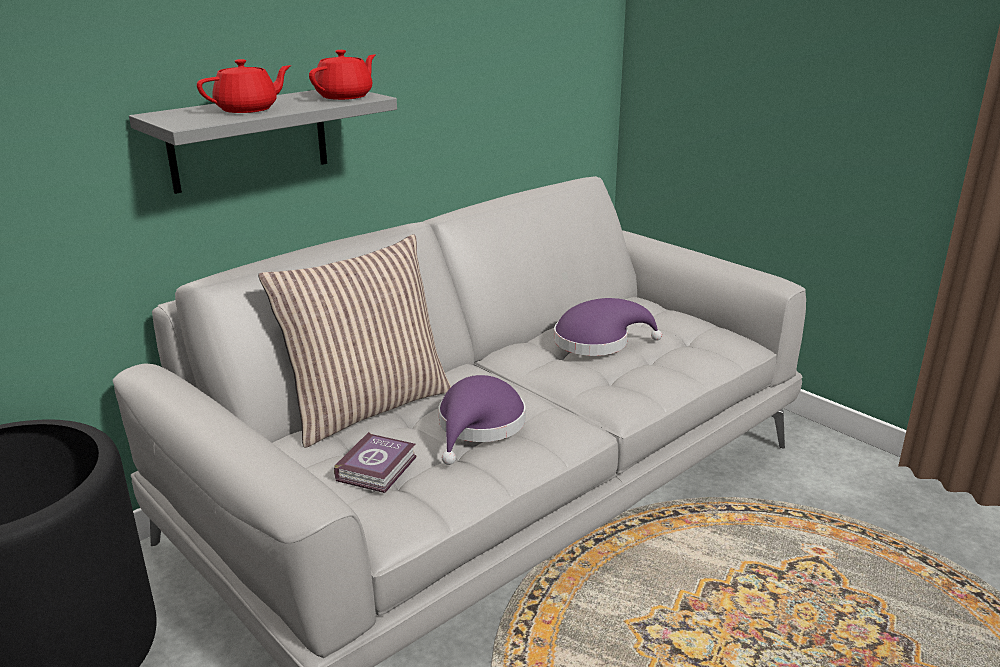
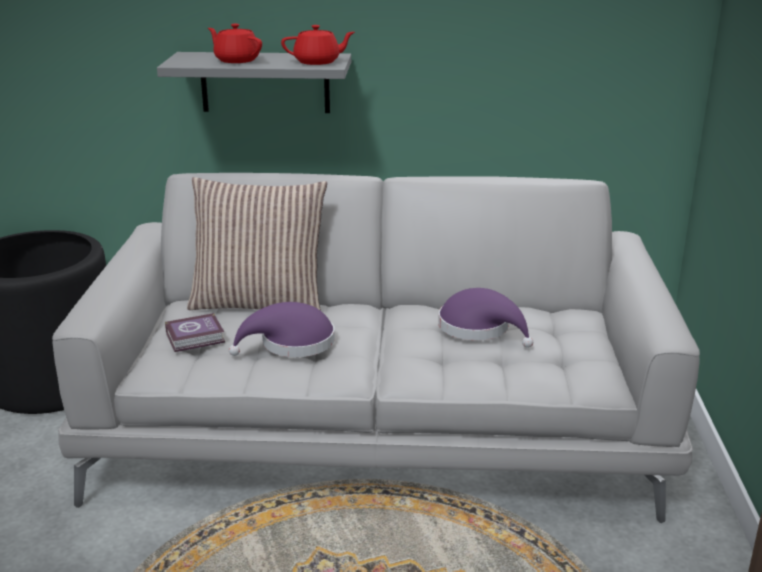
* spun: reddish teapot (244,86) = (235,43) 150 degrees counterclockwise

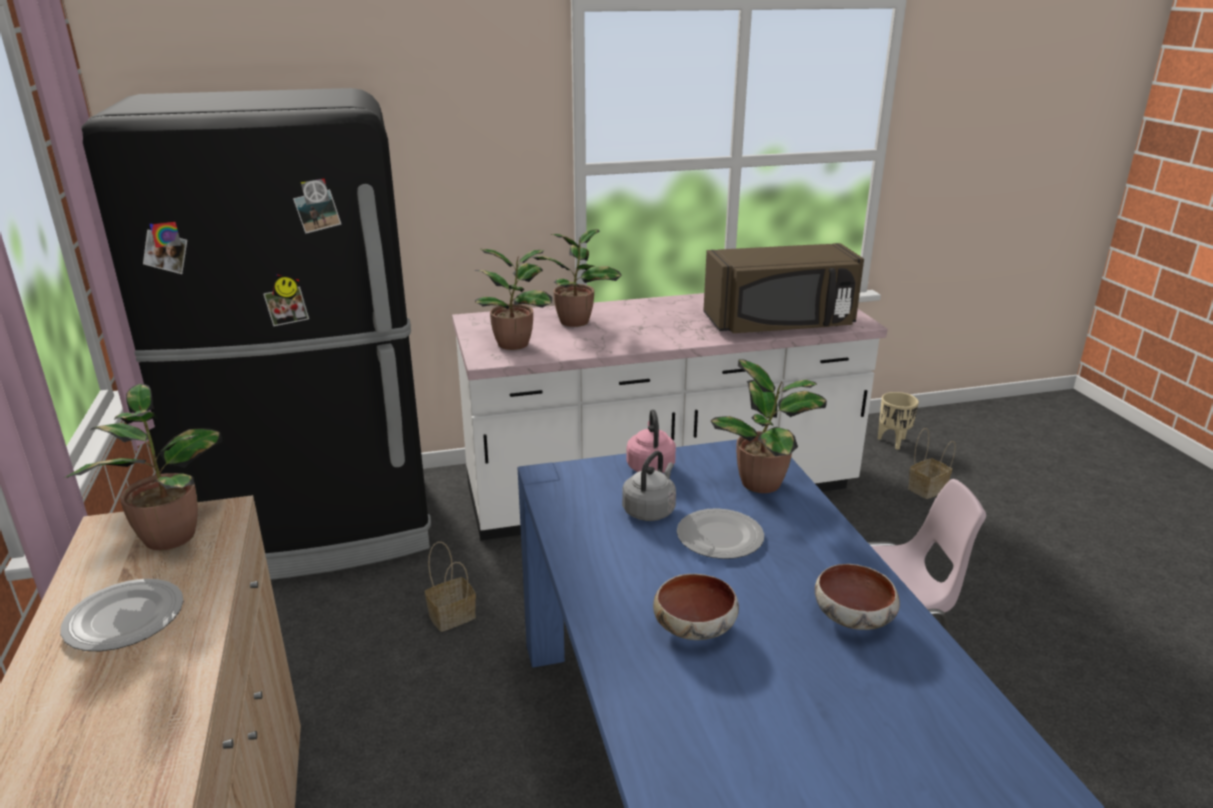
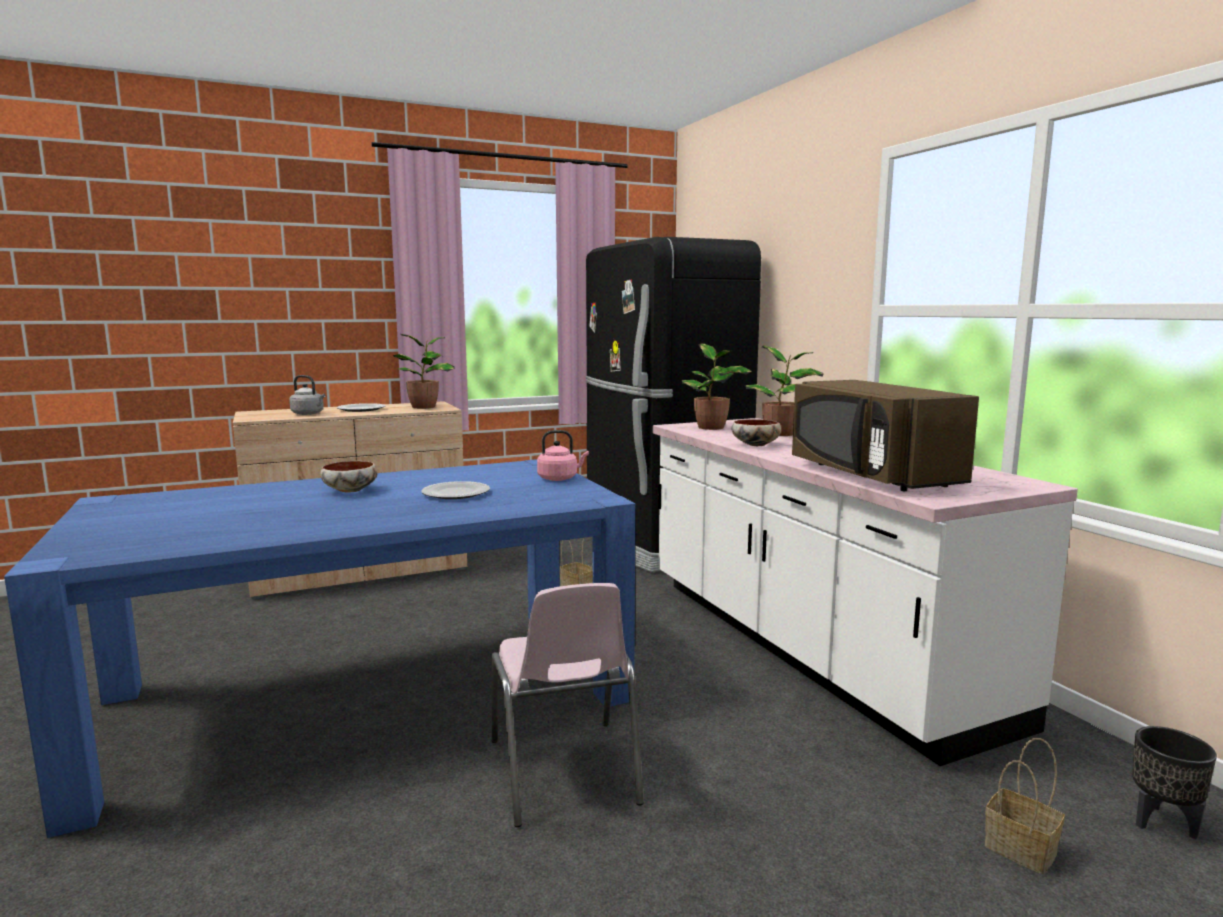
* missing: houseplant (769,426)
* relocated: gray tea kettle (649,486) to (307,395)
* relocated: serving bowl (857,597) to (756,432)
* colour: beige flower pot (898,421) to blackish flower pot (1174,782)

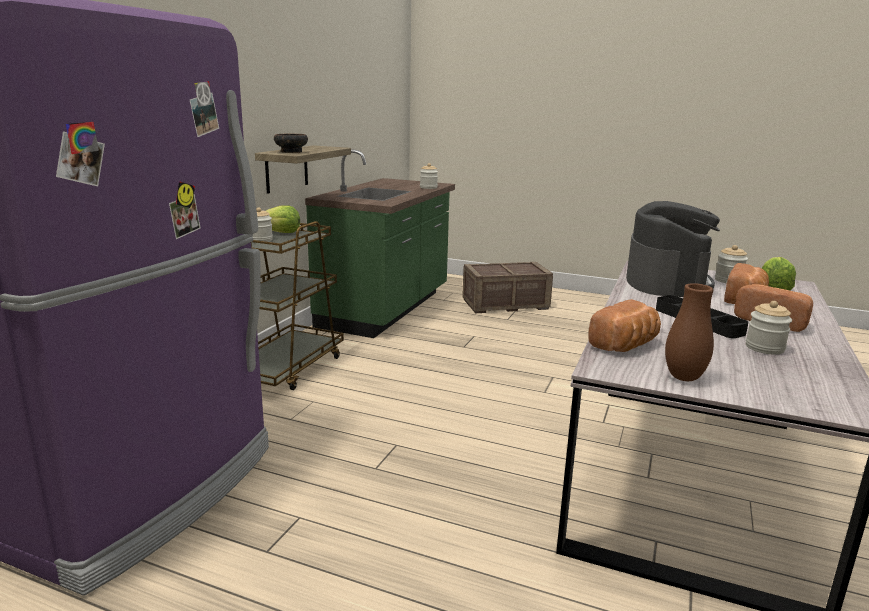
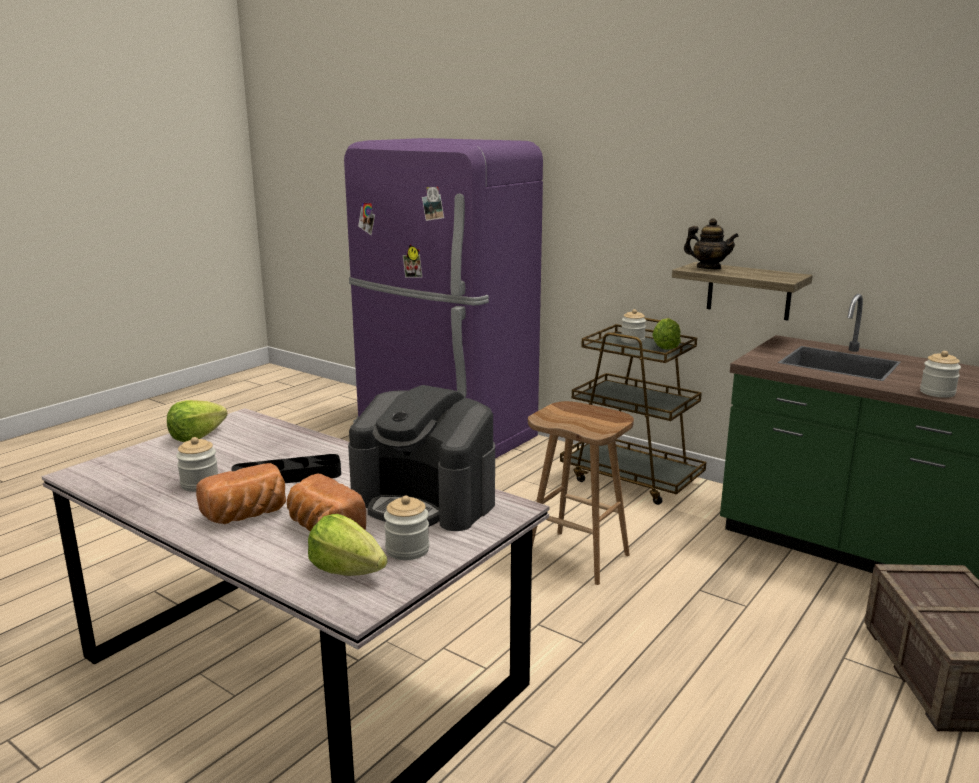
* missing: bakery bread (624,325)
* appeared: brown-coloured stool seat (581,493)
* exchanged: serving bowl (291,143) to teapot (711,243)
* exchanged: brown-coloured decorative vase (689,332) to lettuce head (197,421)

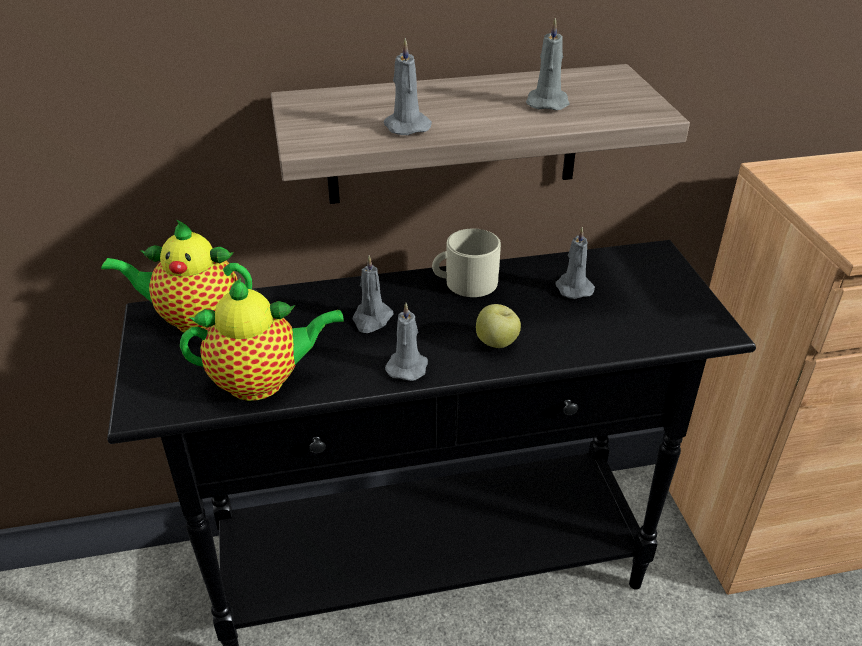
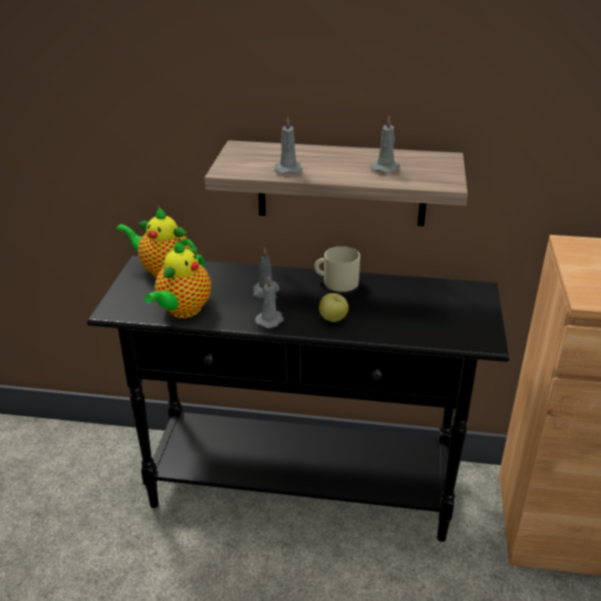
* missing: gray wax light (575,263)
* spun: teapot (262,339) = (177,279) 105 degrees clockwise

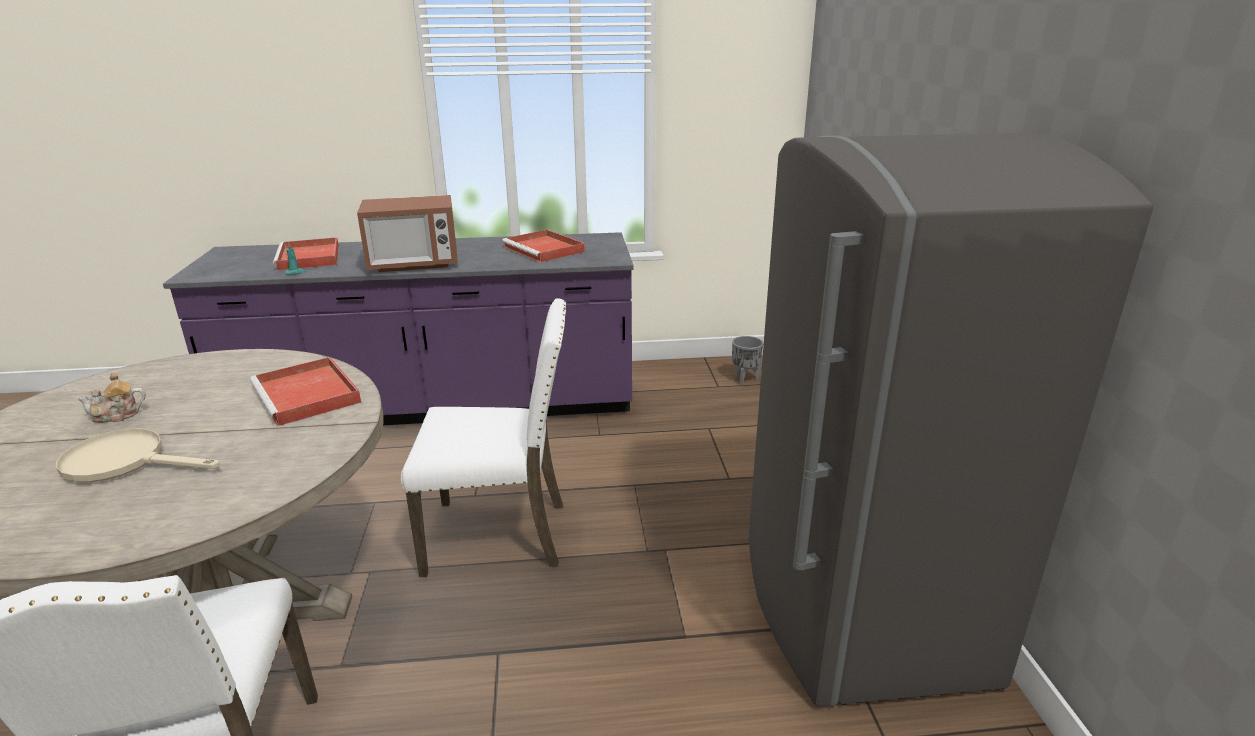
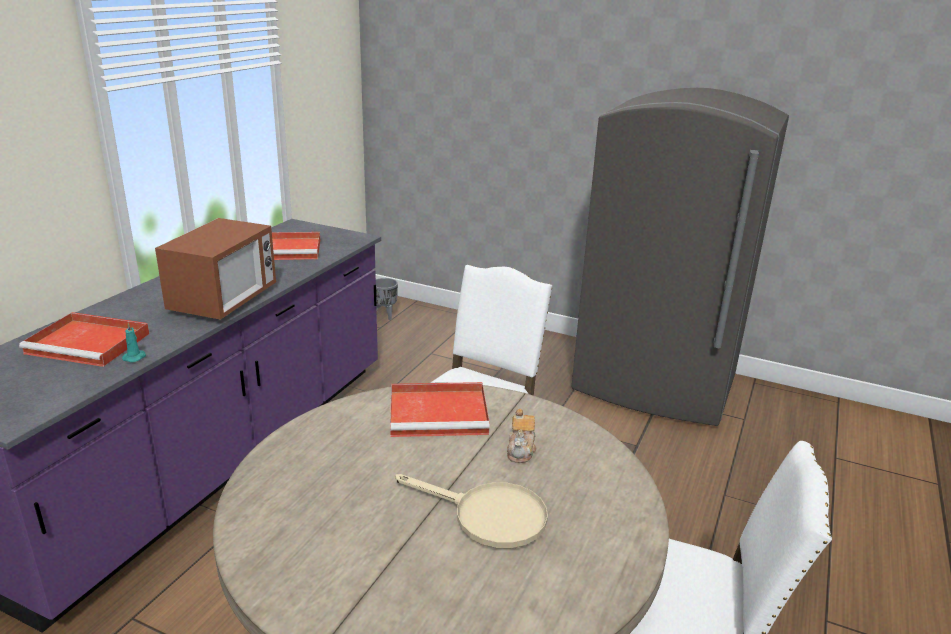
* relocated: teapot (111,398) to (521,436)
* spun: beige pan (138,455) = (471,511) 105 degrees counterclockwise

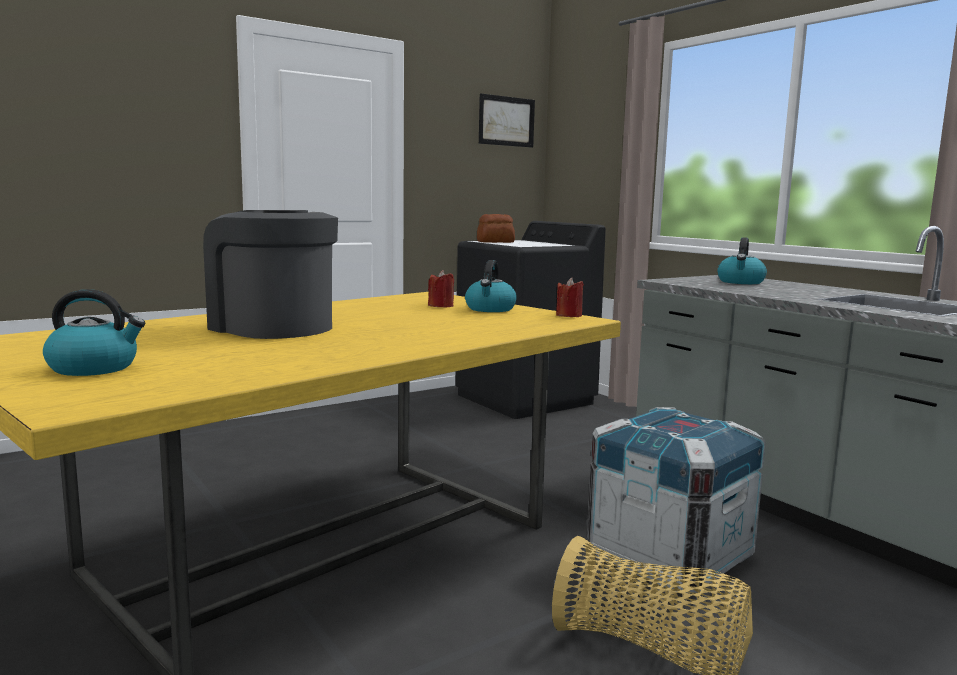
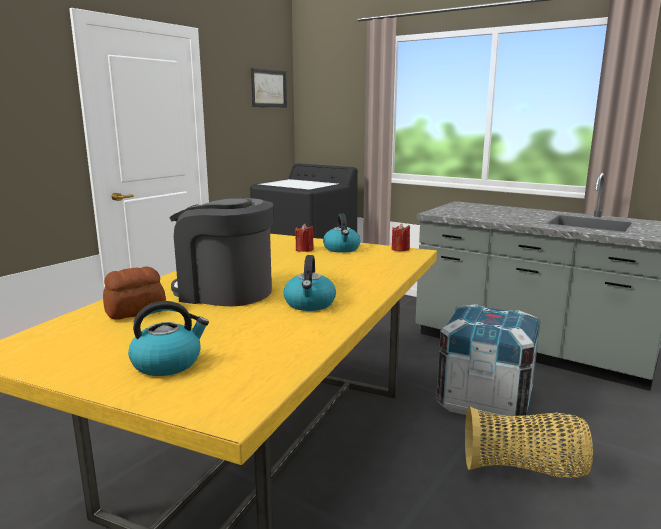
* relocated: bakery bread (496,228) to (134,293)
* relocated: tea kettle (742,260) to (310,283)

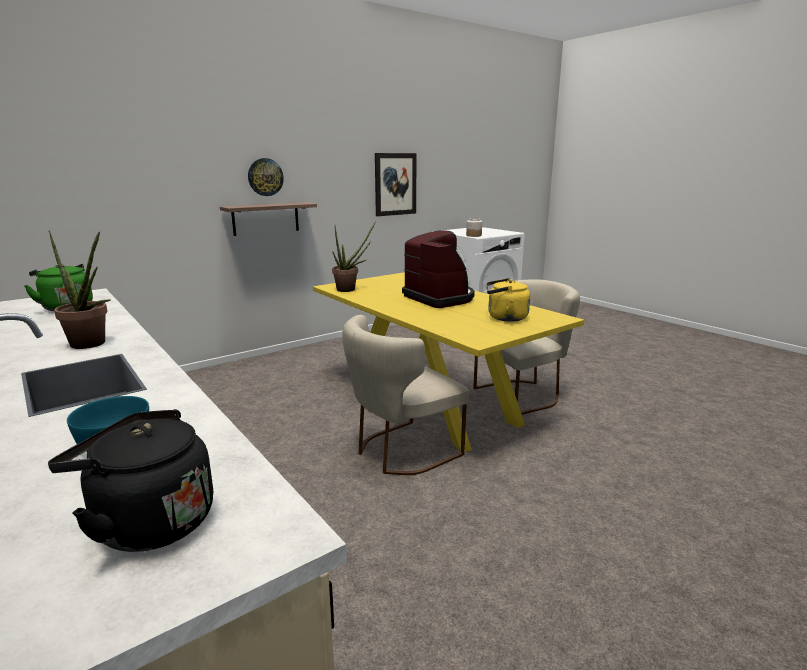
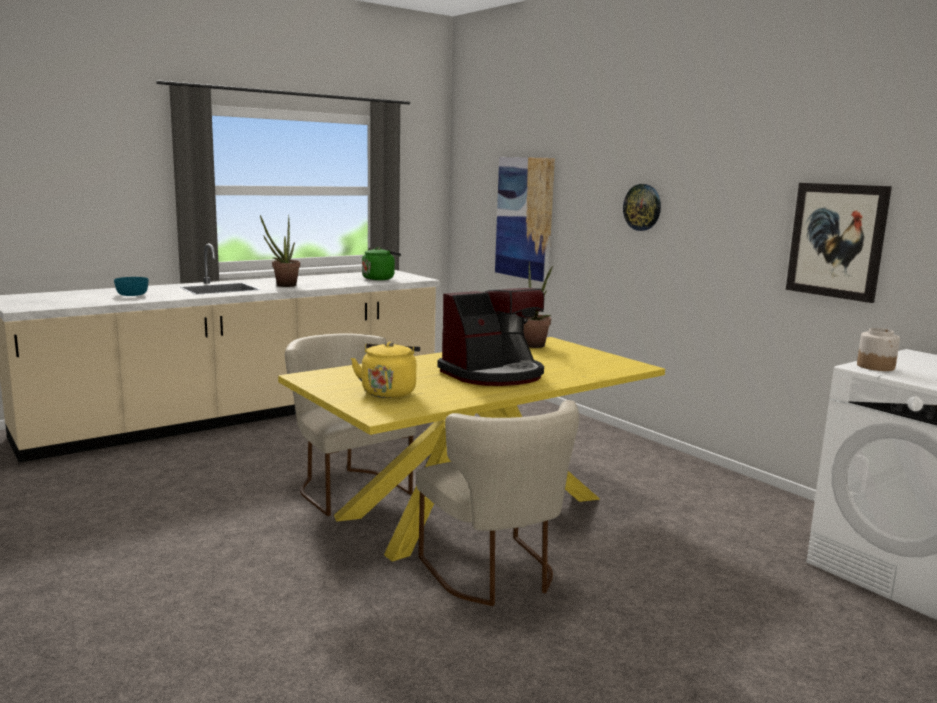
* missing: blackish tea kettle (130,480)
* missing: wall shelf (268,219)
* appeared: picture (525,219)

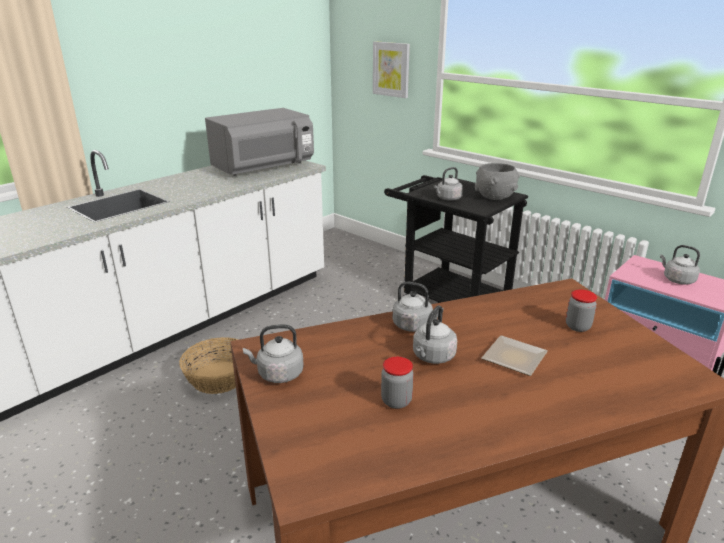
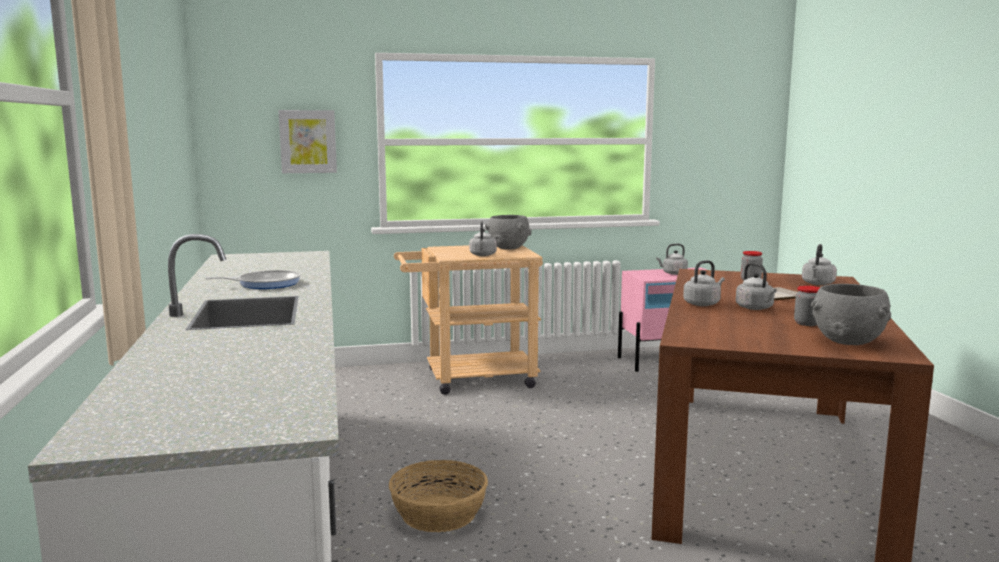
* missing: gray microwave (259,142)
* appeared: pan (252,279)
* appeared: gray serving bowl (851,314)
* relocated: gray tea kettle (273,353) to (819,264)
* colour: blackish trolley (456,239) to beige trolley (468,320)

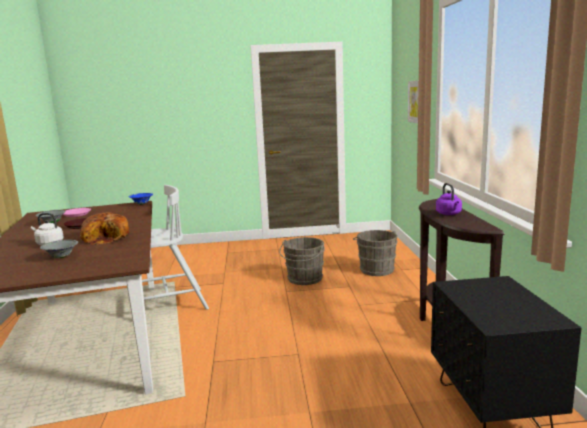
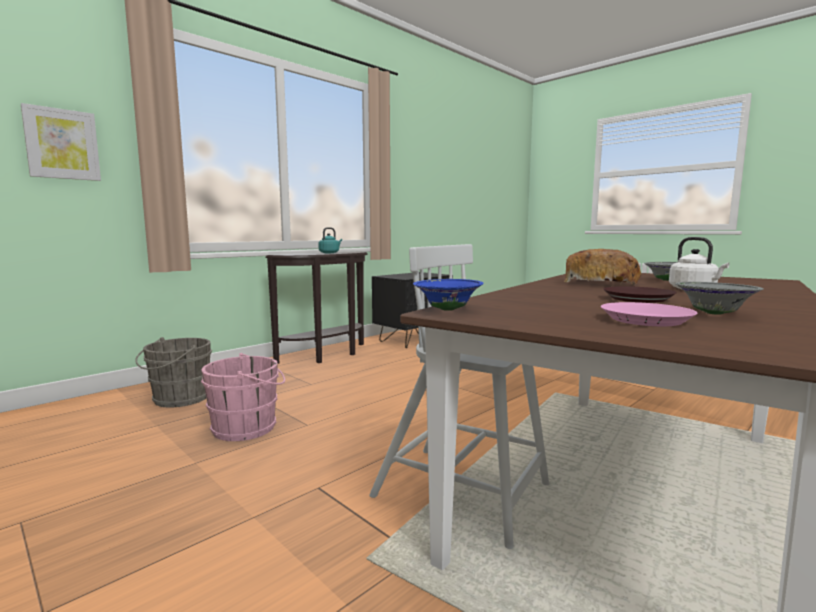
* colour: gray bucket (302,261) to pink bucket (243,397)
* colour: purple tea kettle (449,199) to turquoise tea kettle (330,240)

